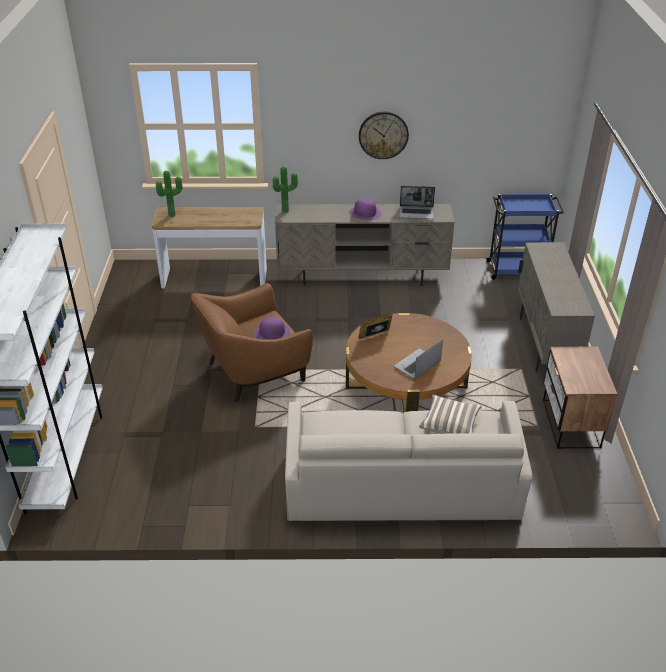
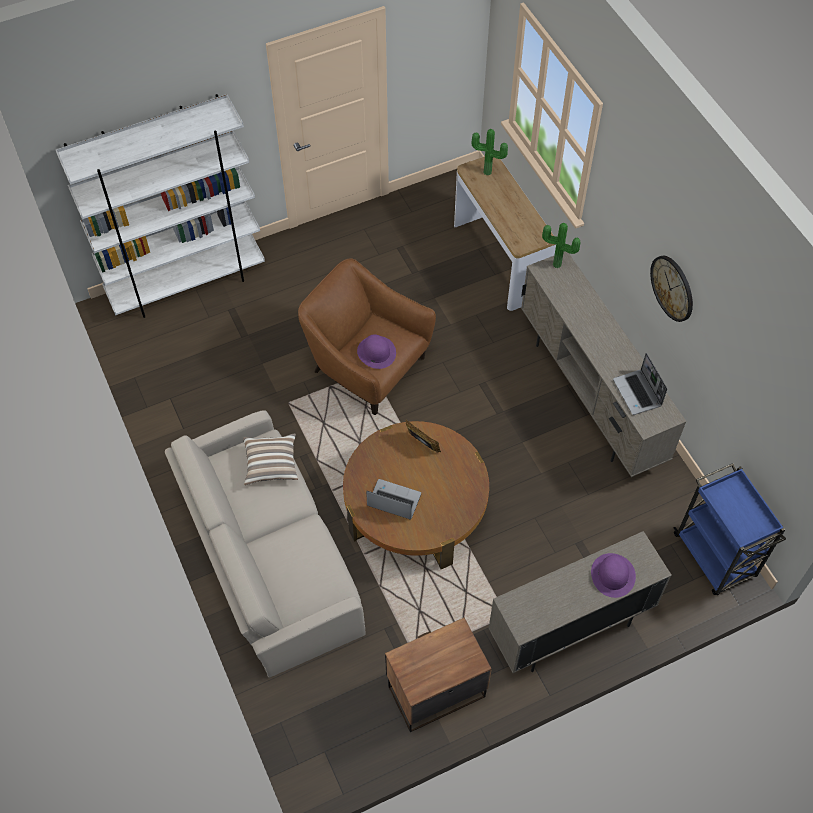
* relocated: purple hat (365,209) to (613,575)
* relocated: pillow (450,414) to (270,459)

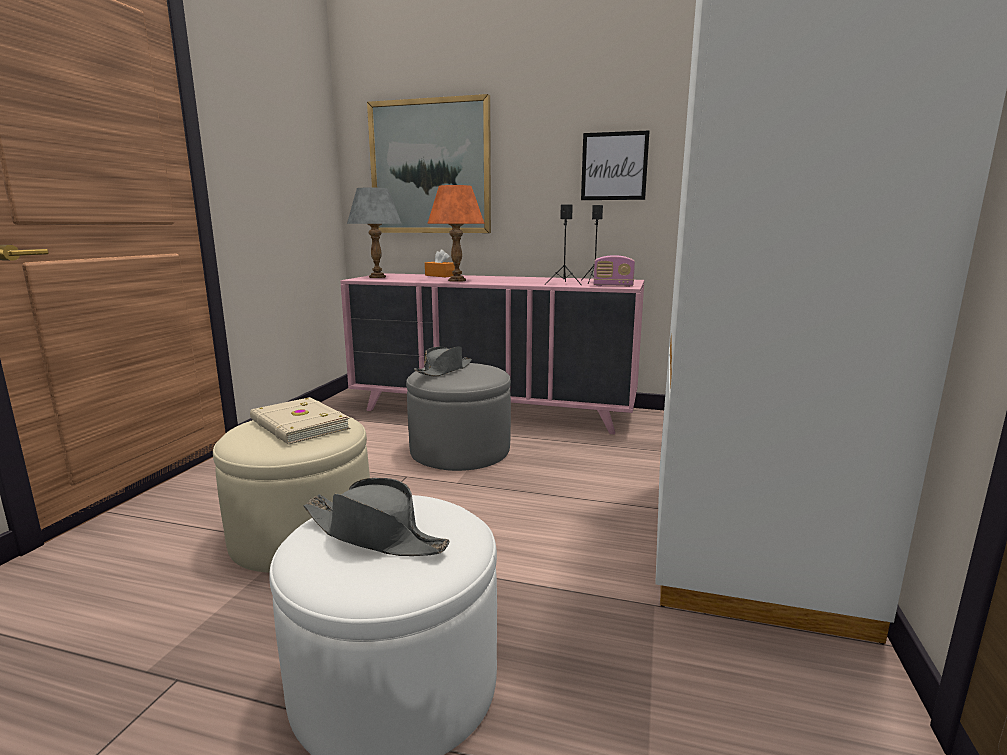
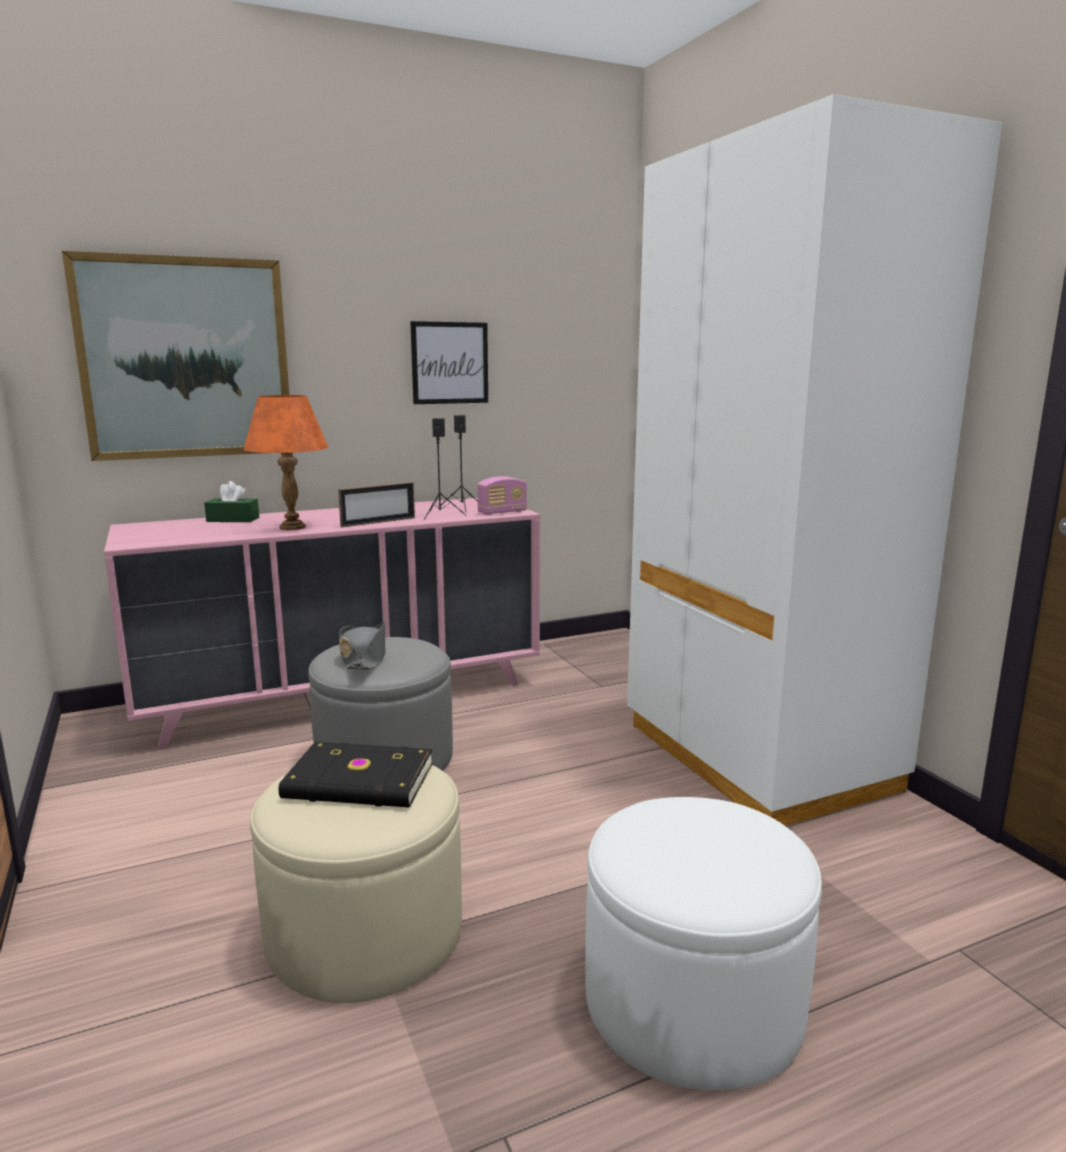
* missing: gray hat (377,517)
* missing: gray lamp for a table (374,233)
* appeared: picture frame (376,504)
* colour: beige bound book (300,421) to blackish bound book (356,775)
* colour: orange-coloured tissue box (440,263) to green tissue box (231,501)

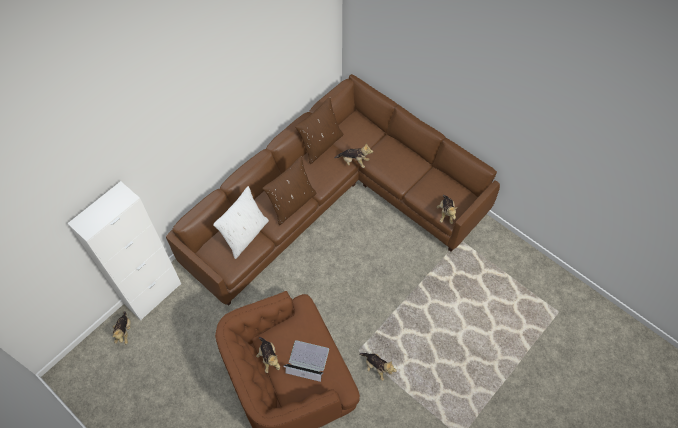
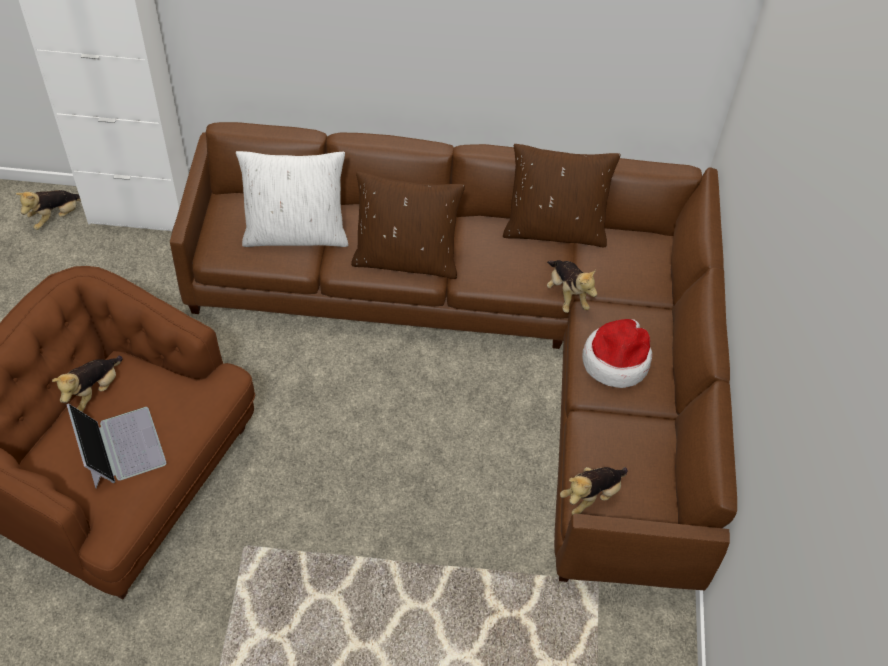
* missing: plush toy (378,367)
* appeared: hat (617,353)

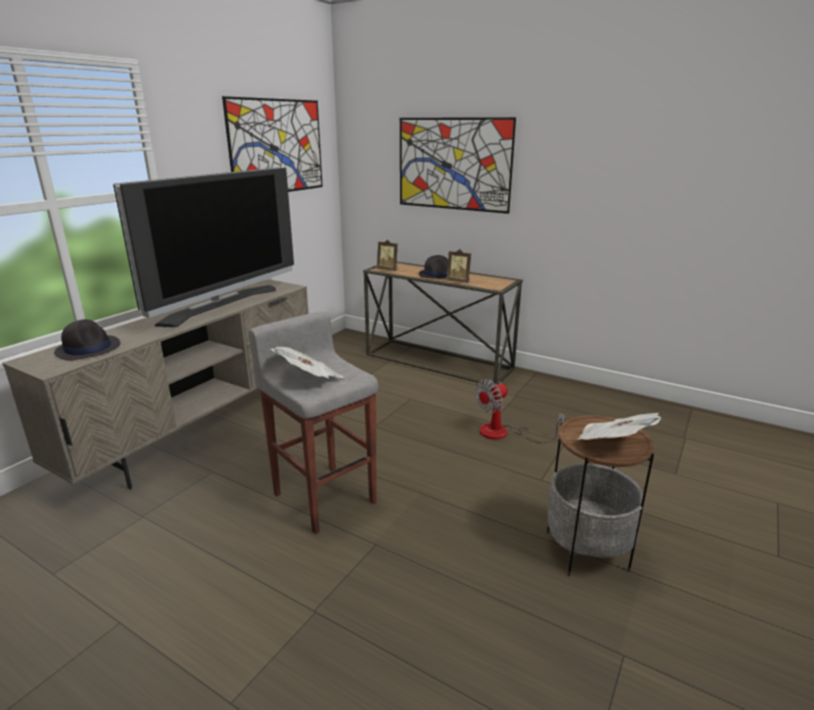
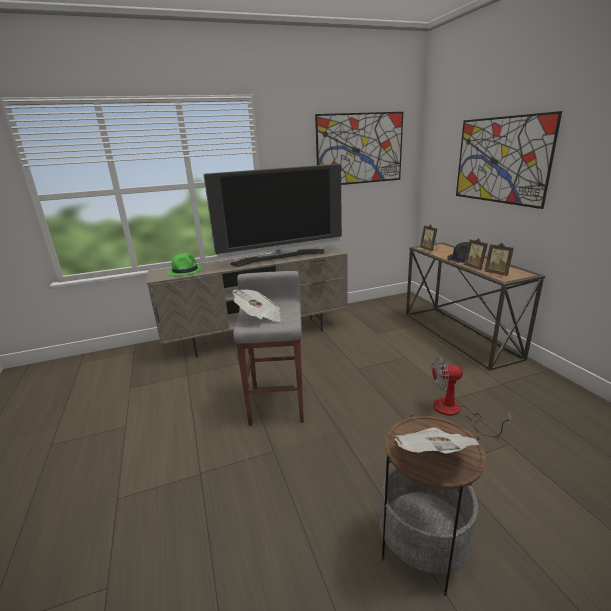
* appeared: picture frame (499,259)
* colour: blackish hat (87,340) to green hat (185,264)

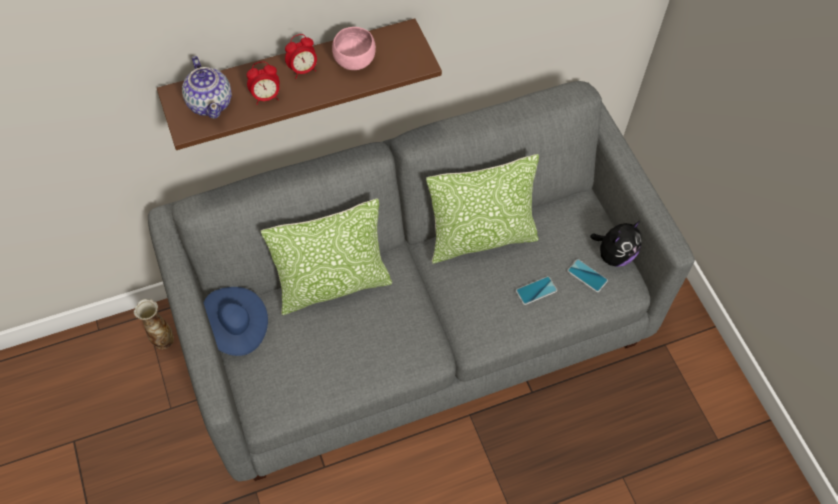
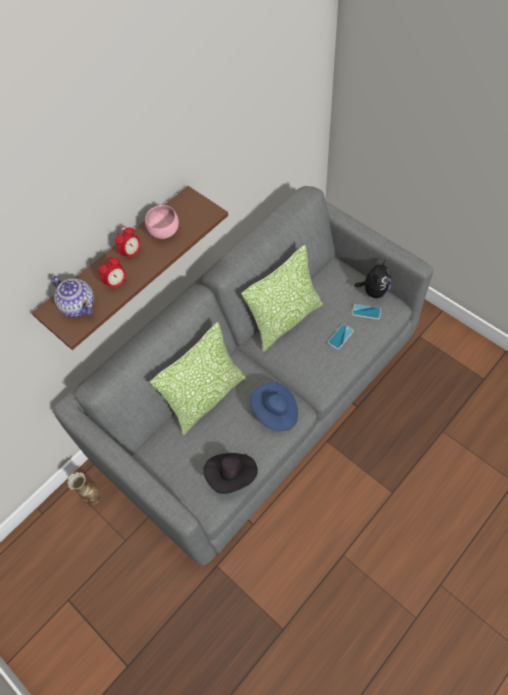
* appeared: blackish hat (230,473)
* relocated: bluish hat (236,321) to (274,406)

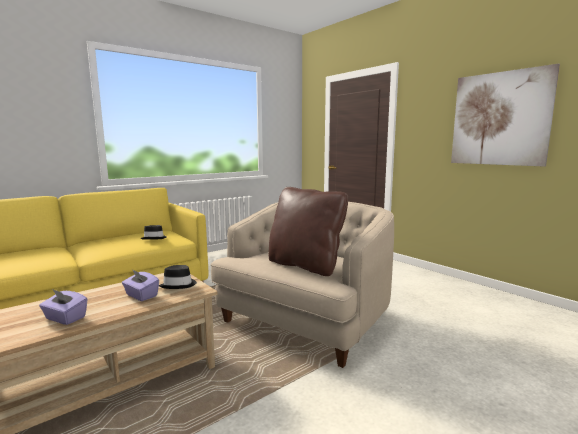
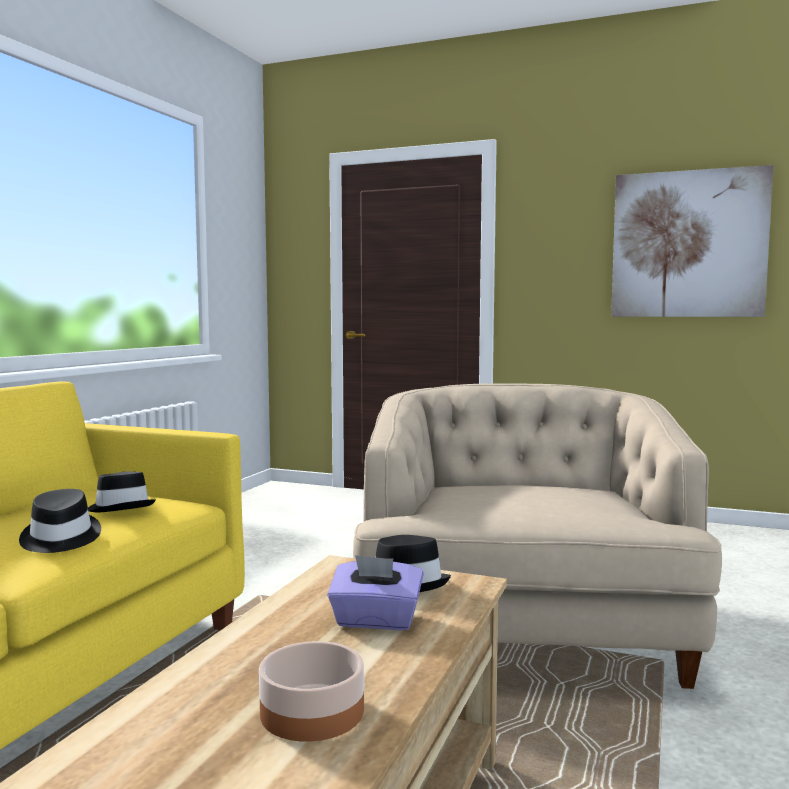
* missing: brown-coloured pillow (308,231)
* appeared: blackish hat (60,521)
* exchanged: purple tissue box (63,307) to serving bowl (311,691)

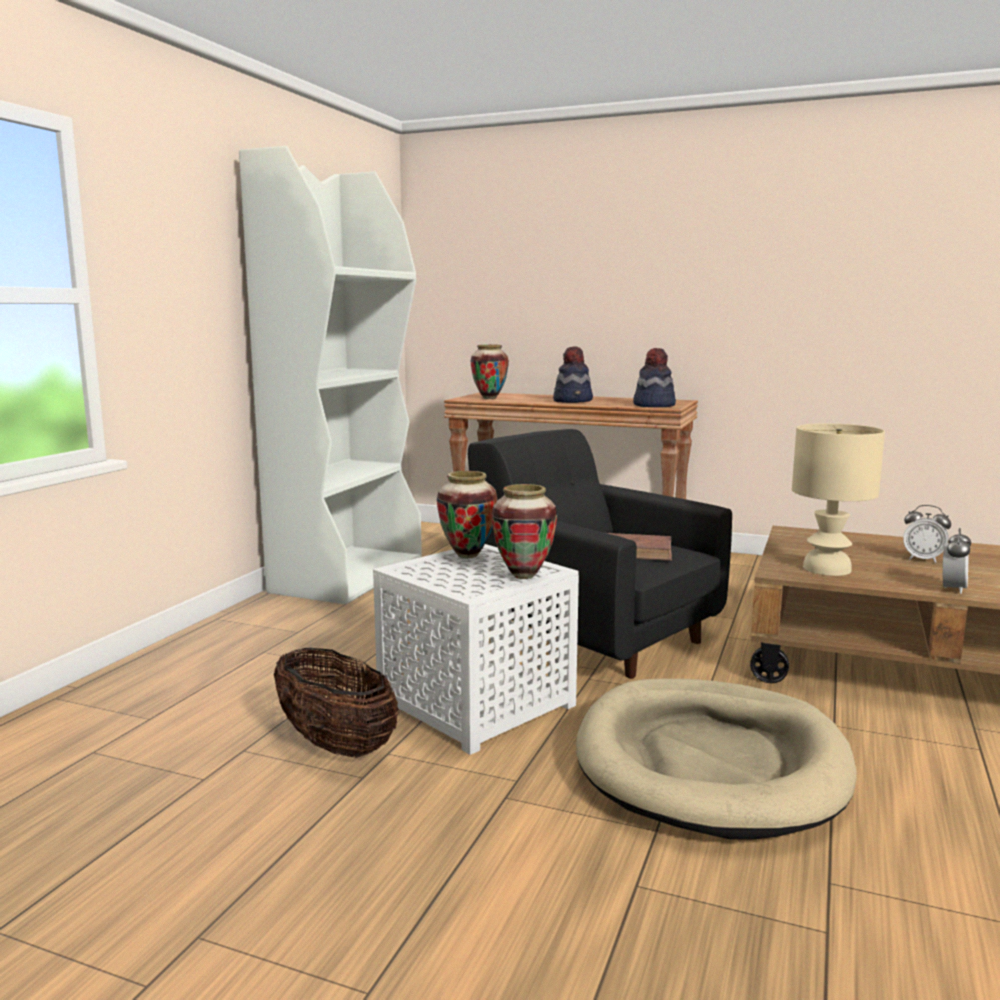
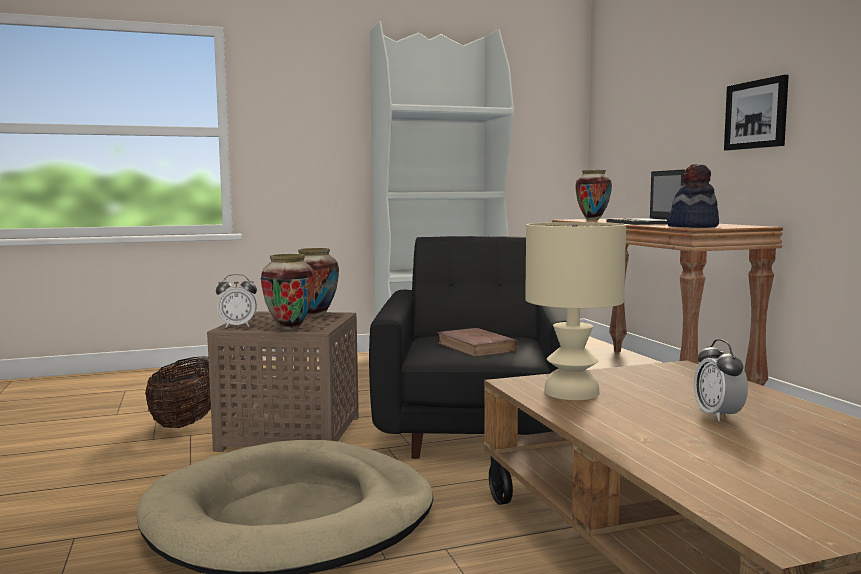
* appeared: picture (756,113)
* relocated: table clock (957,561) to (236,301)
* exchanged: hat (573,374) to portable computer (645,197)
* colour: white-coloured side table (476,649) to brown-coloured side table (283,381)

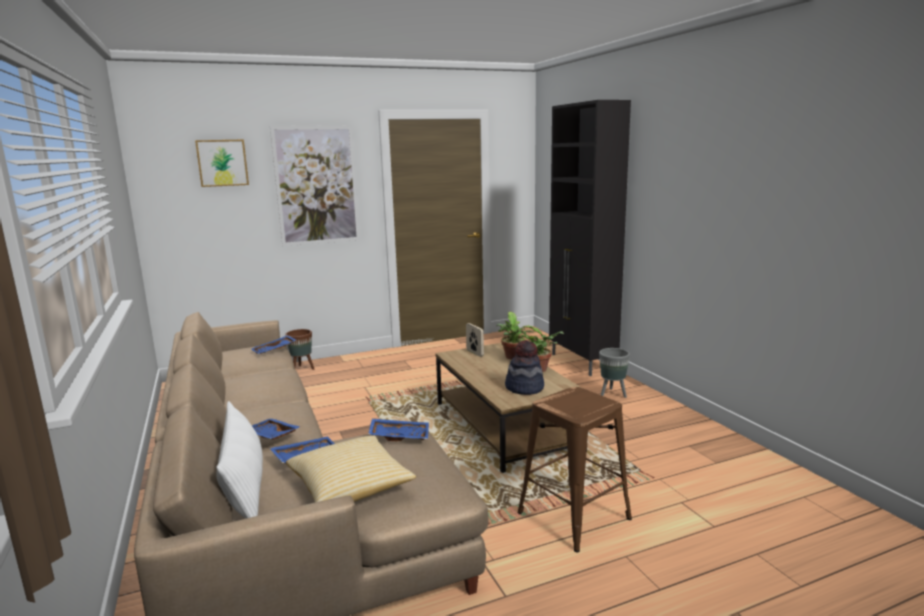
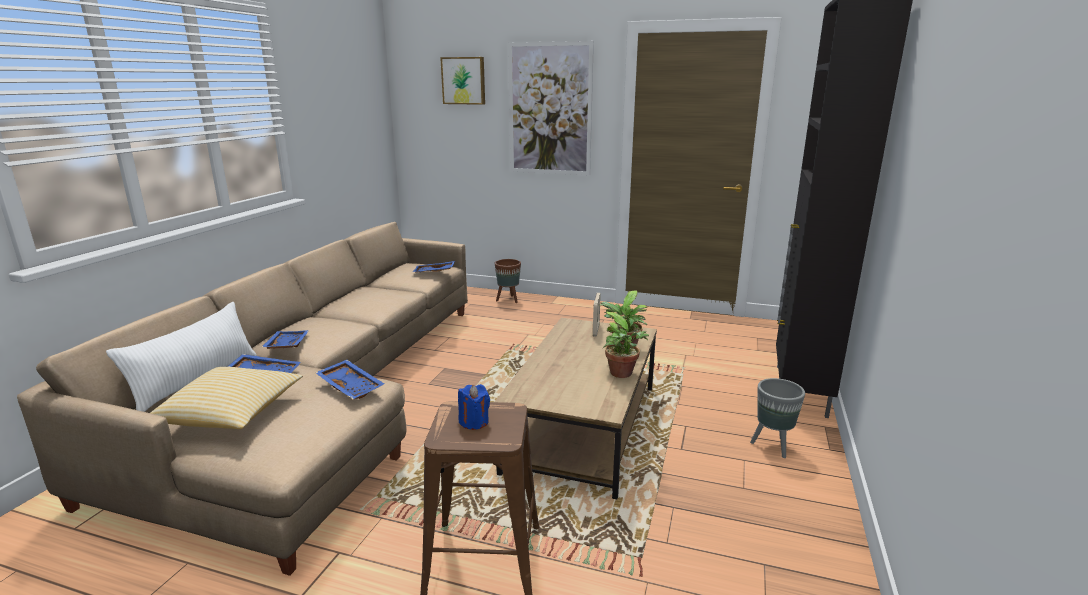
* missing: hat (524,367)
* appeared: bluish wax light (474,407)

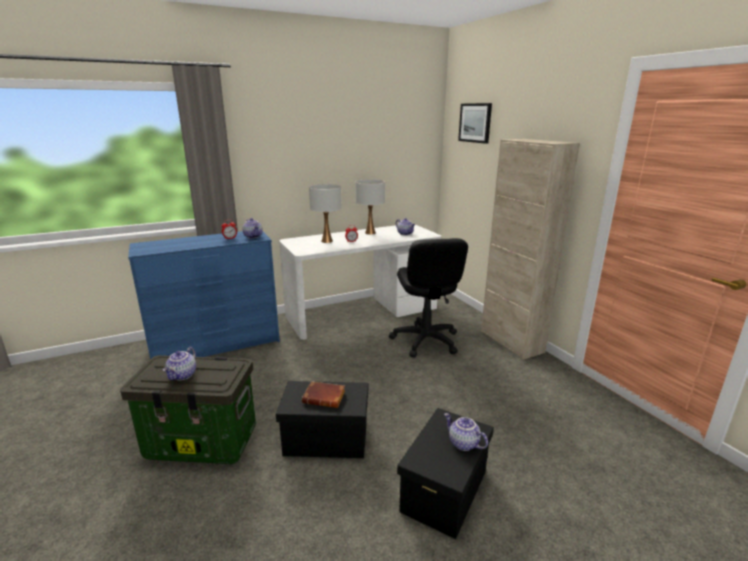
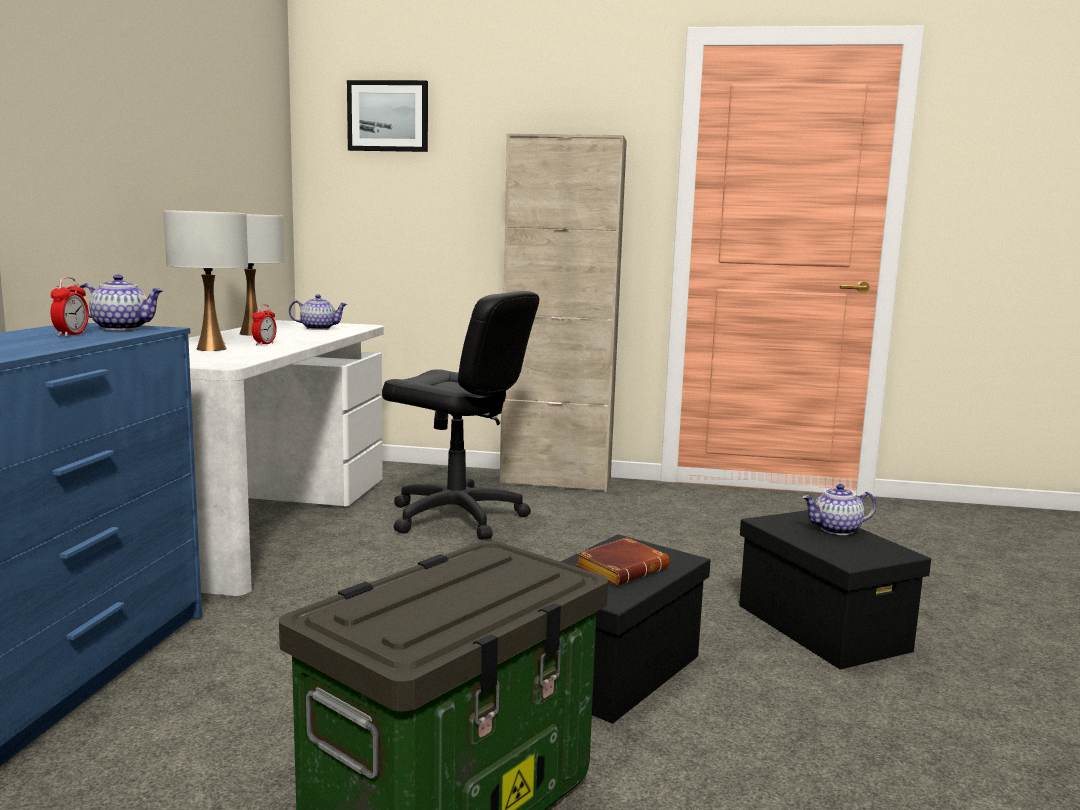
* missing: teapot (179,364)

